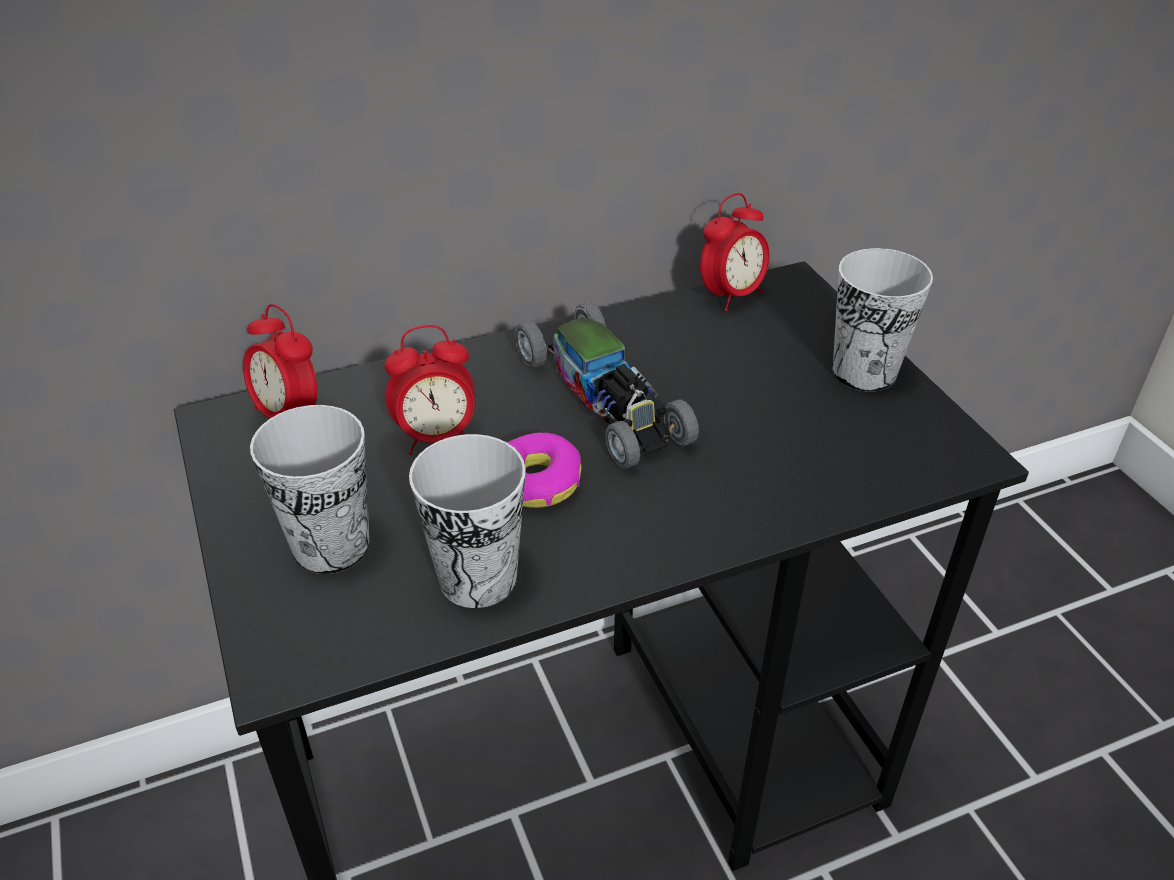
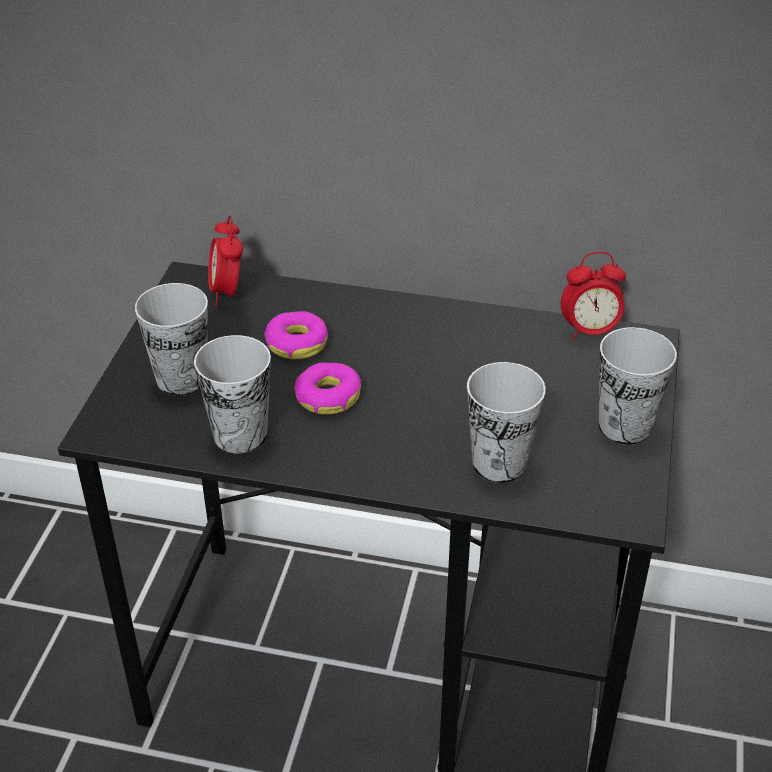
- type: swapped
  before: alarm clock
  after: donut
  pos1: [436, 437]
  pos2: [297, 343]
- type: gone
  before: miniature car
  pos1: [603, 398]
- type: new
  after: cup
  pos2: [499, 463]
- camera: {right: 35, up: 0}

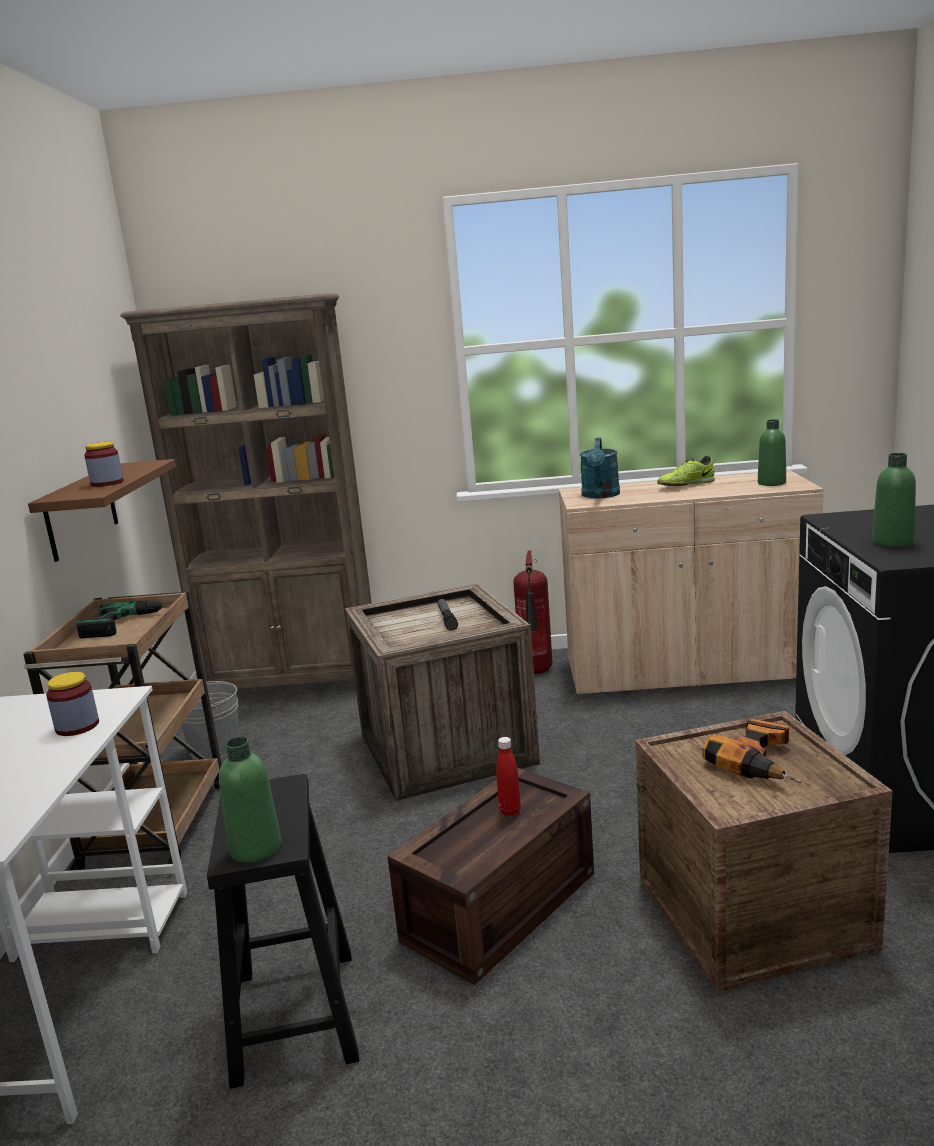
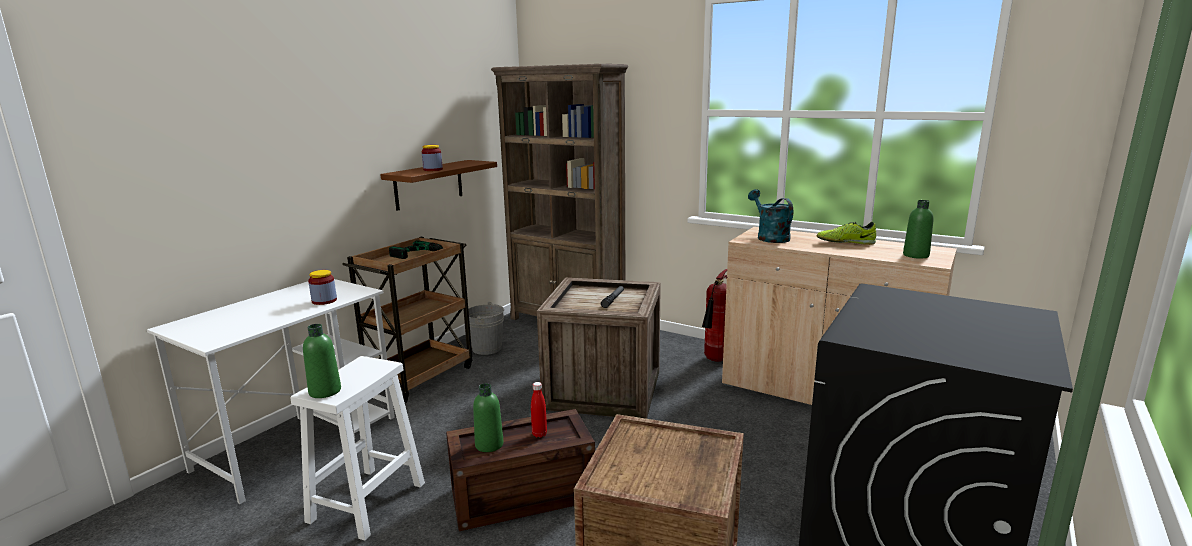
- type: repainted
  before: sitting stool/blackish
  after: sitting stool/white-coloured
  pos1: [296, 1017]
  pos2: [366, 503]
- type: rotated
  before: watering pot/turquoise-coloured
  pos1: [600, 495]
  pos2: [769, 237]
  turn: 120
- type: gone
  before: power drill
  pos1: [761, 762]
- type: shifted
  before: bottle/green
  pos1: [892, 542]
  pos2: [489, 445]
- camera: {right: 30, up: 0}

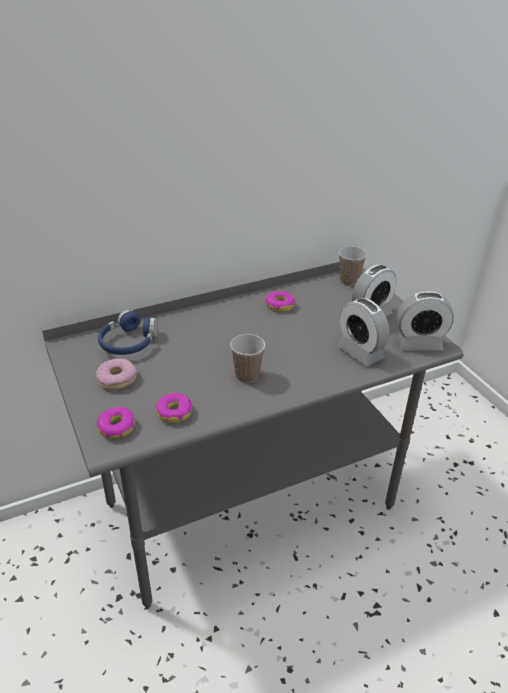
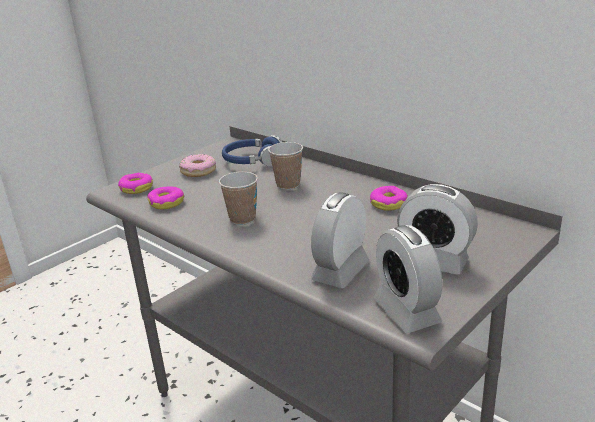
- type: shifted
  before: cup
  pos1: [349, 281]
  pos2: [288, 185]
- camera: {right: 70, up: -10}

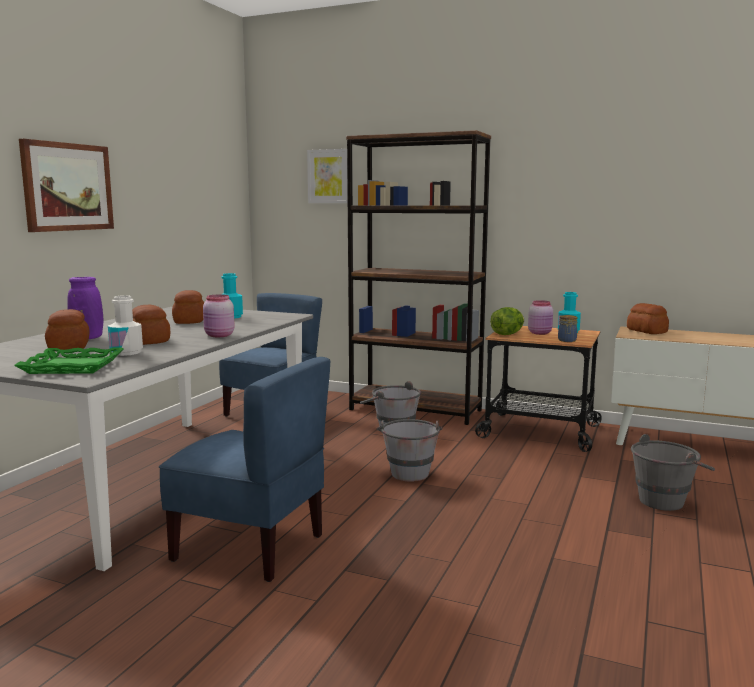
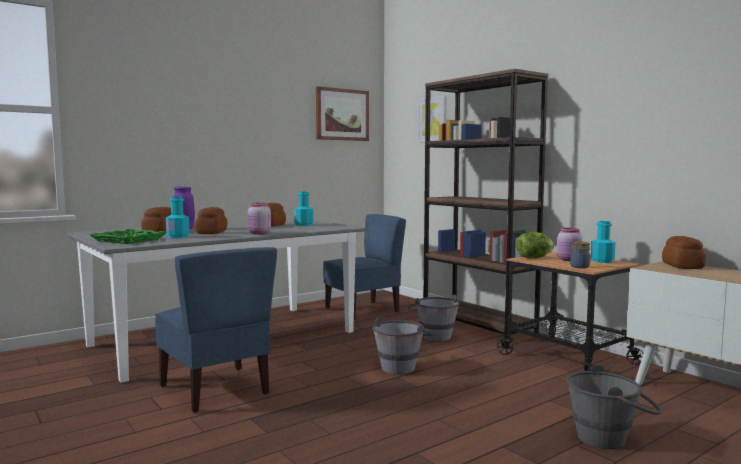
- type: shifted
  before: wall art
  pos1: [67, 187]
  pos2: [342, 114]
- type: repainted
  before: bottle/white-coloured
  after: bottle/turquoise-coloured
  pos1: [126, 352]
  pos2: [178, 237]
- camera: {right: 30, up: -5}

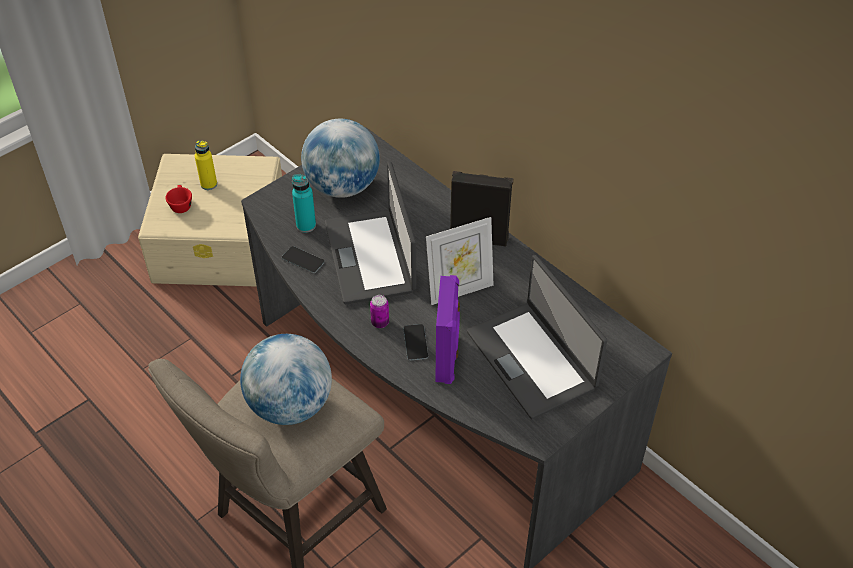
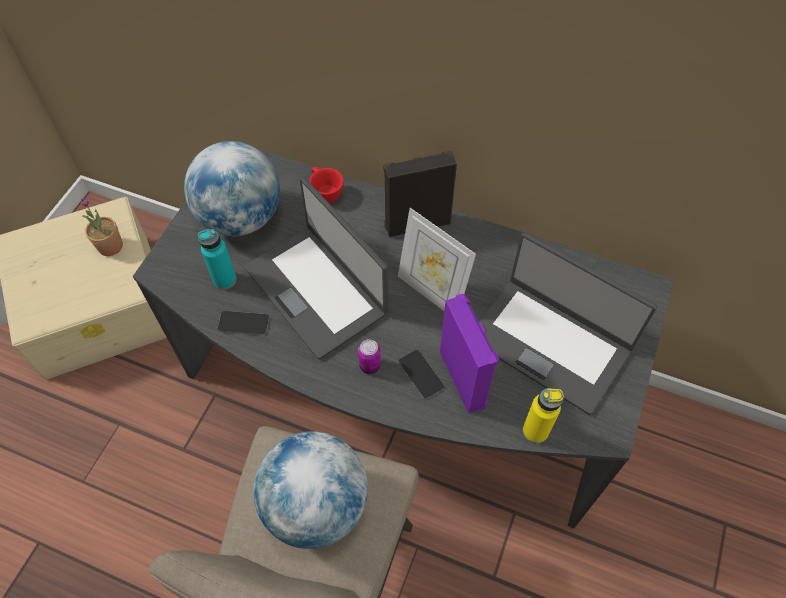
- type: shifted
  before: cup/reddish
  pos1: [180, 205]
  pos2: [325, 191]
- type: shifted
  before: bottle/yellow
  pos1: [209, 184]
  pos2: [535, 431]
- type: rotated
  before: standing frame
  pos1: [459, 290]
  pos2: [431, 292]
  turn: 90
- type: new
  after: houseplant
  pos2: [110, 246]
- camera: {right: -25, up: 10}

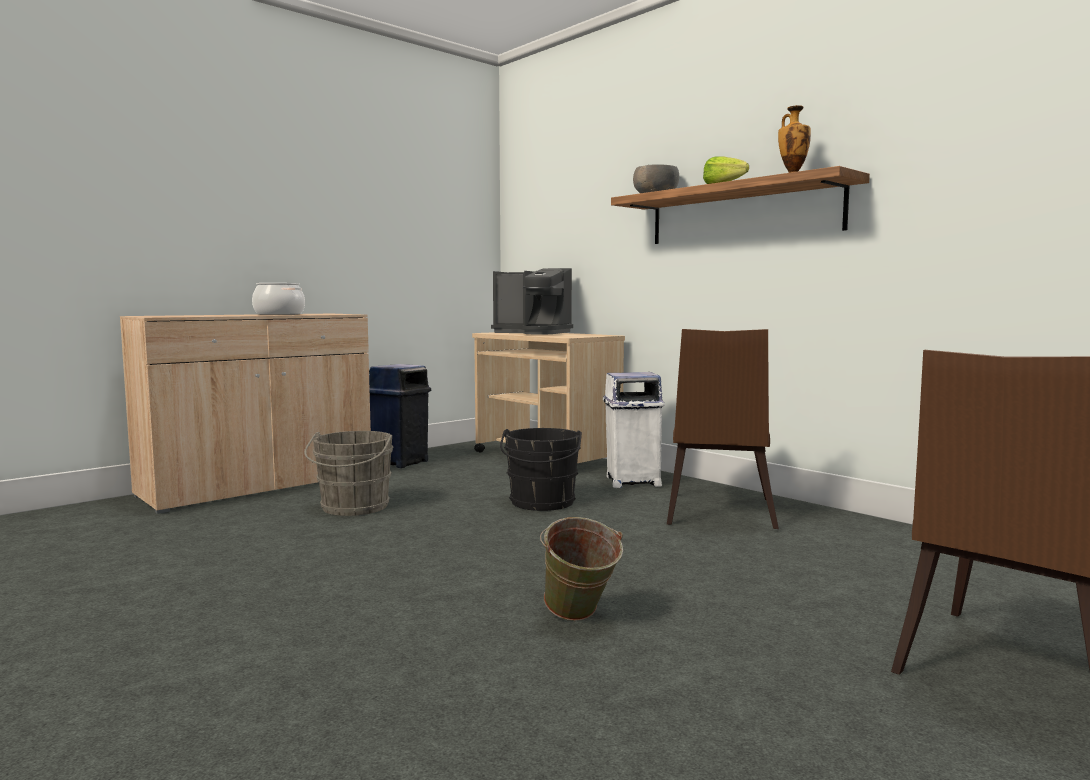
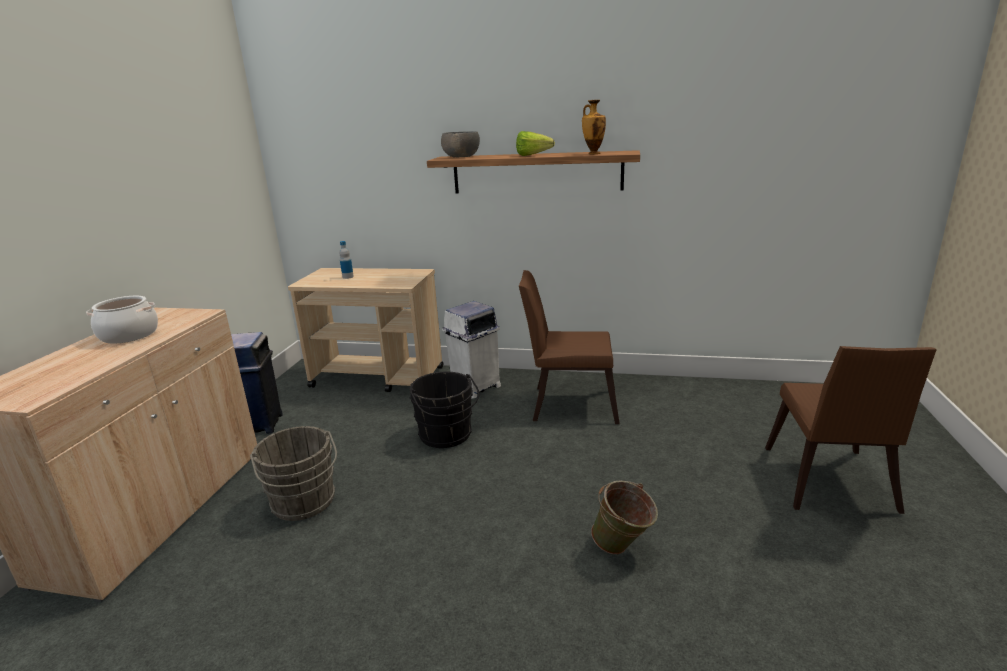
- type: swapped
  before: coffee brewer
  after: bottle
  pos1: [533, 333]
  pos2: [348, 277]
- type: rotated
  before: upright chair/brown-coloured
  pos1: [718, 514]
  pos2: [568, 404]
  turn: 120
- camera: {right: -35, up: 15}

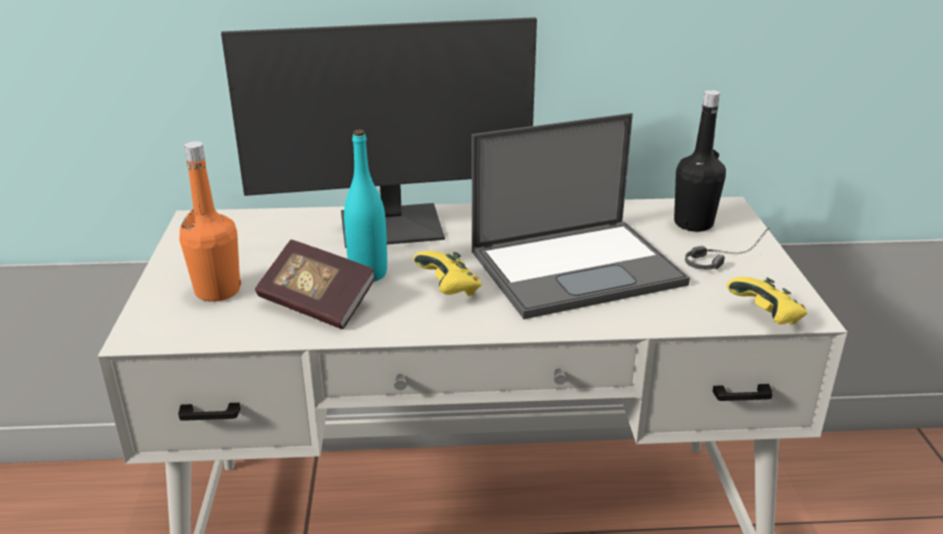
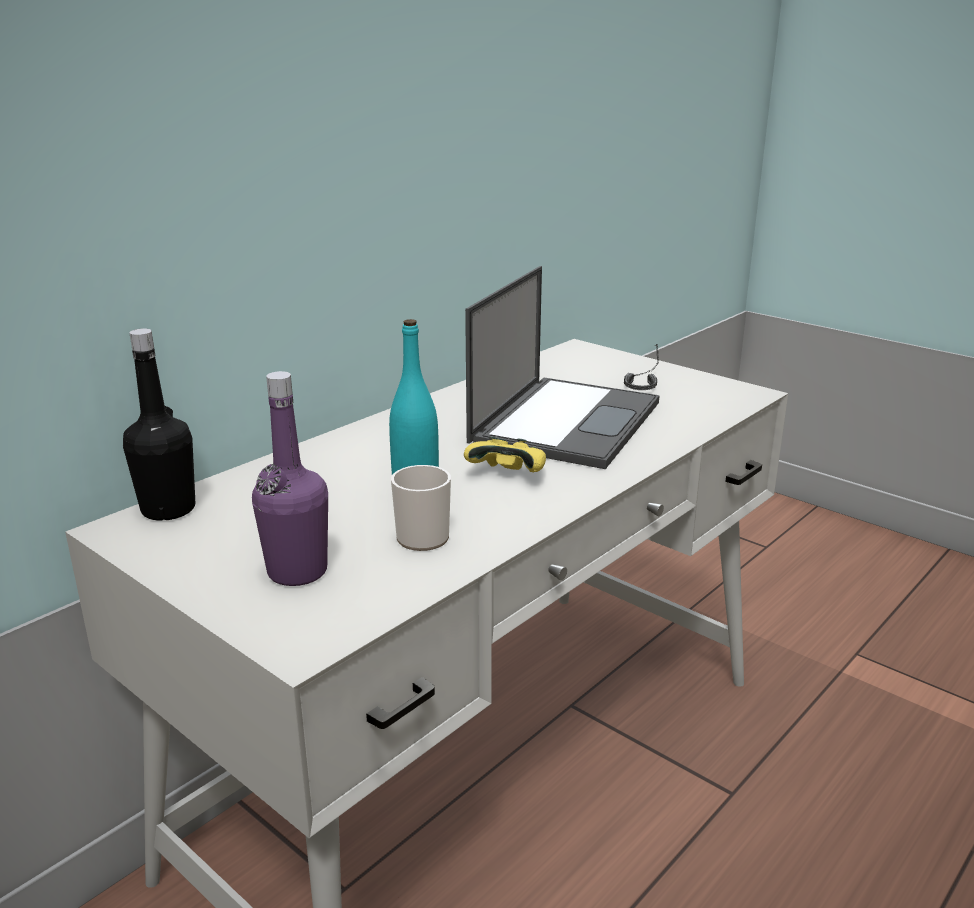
- type: repainted
  before: bottle/orangey
  after: bottle/purple
  pos1: [217, 291]
  pos2: [297, 572]
- type: gone
  before: monitor
  pos1: [392, 227]
- type: swapped
  before: bound book
  after: mug
  pos1: [317, 303]
  pos2: [422, 534]
- type: shifted
  before: bottle/blackish
  pos1: [693, 224]
  pos2: [168, 509]
- type: gone
  before: game controller/yellow
  pos1: [766, 317]
- camera: {right: -45, up: -5}

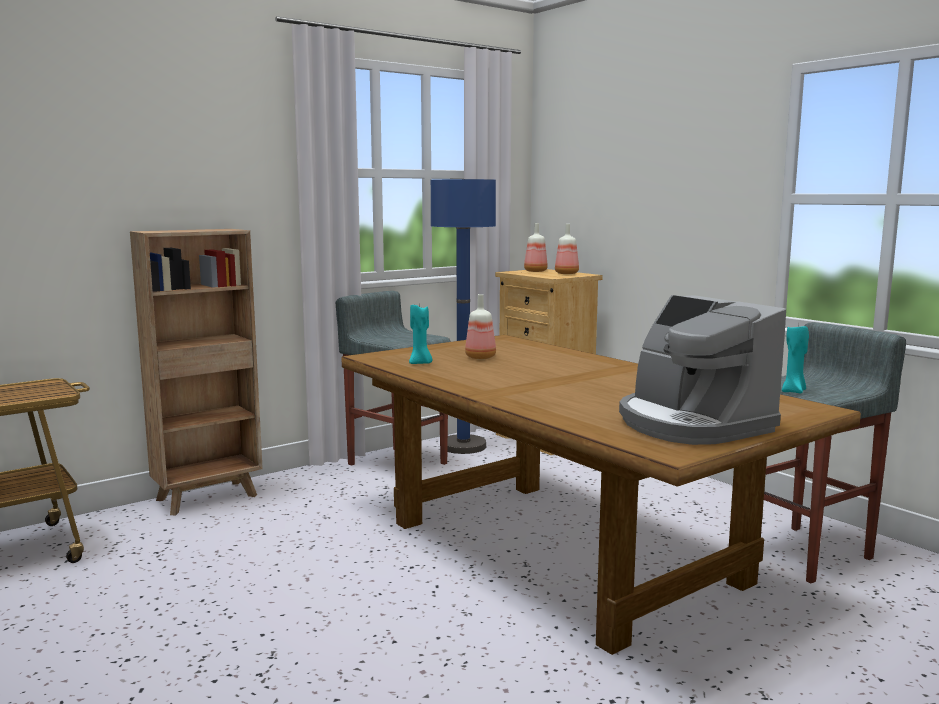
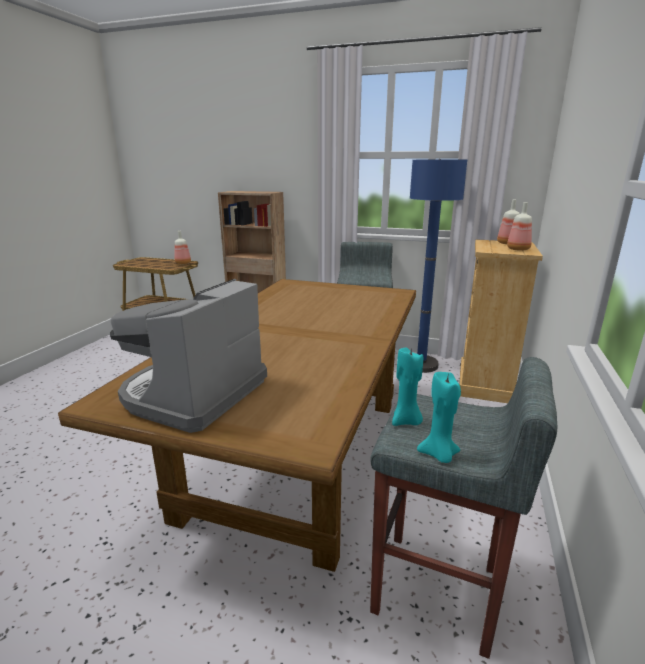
- type: shifted
  before: wax light/turquoise-coloured
  pos1: [420, 363]
  pos2: [439, 455]
- type: shifted
  before: bottle
  pos1: [480, 357]
  pos2: [183, 263]
- camera: {right: 55, up: 10}

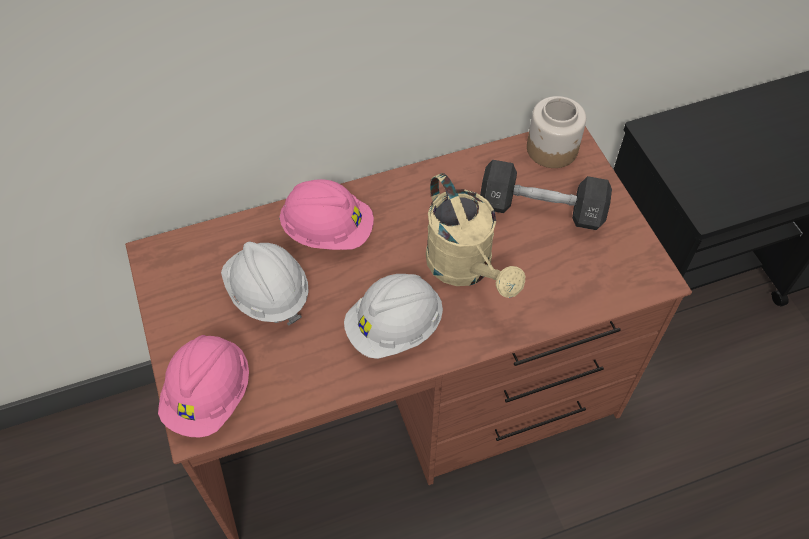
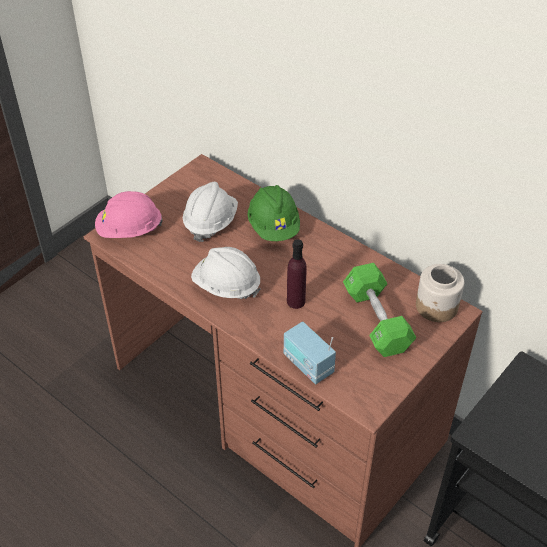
- type: repainted
  before: safety helmet/pinkish
  after: safety helmet/green
  pos1: [328, 231]
  pos2: [274, 227]
- type: swapped
  before: watering pot/sand-coloured
  after: bottle/purple
  pos1: [466, 269]
  pos2: [296, 301]
- type: repainted
  before: hand weight/blackish
  after: hand weight/green
  pos1: [541, 209]
  pos2: [377, 320]
- type: new
  after: radio receiver
  pos2: [307, 365]
- camera: {right: 60, up: -10}

